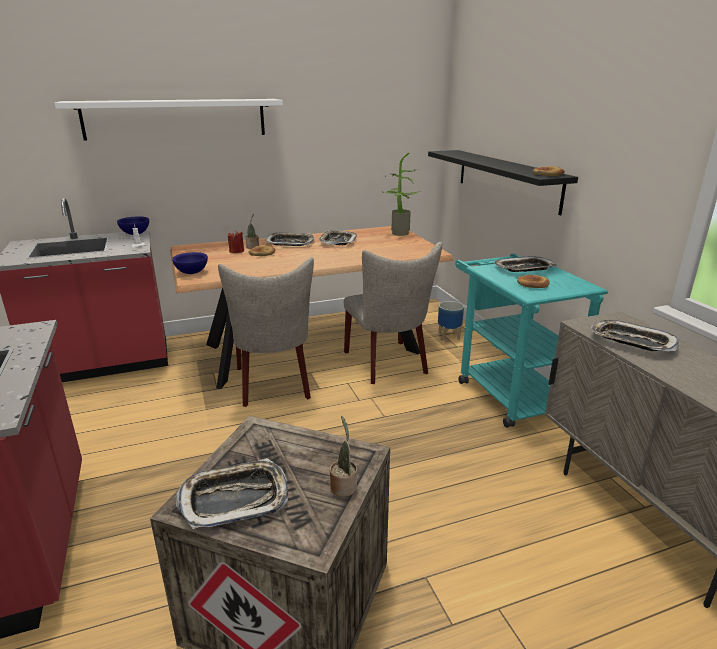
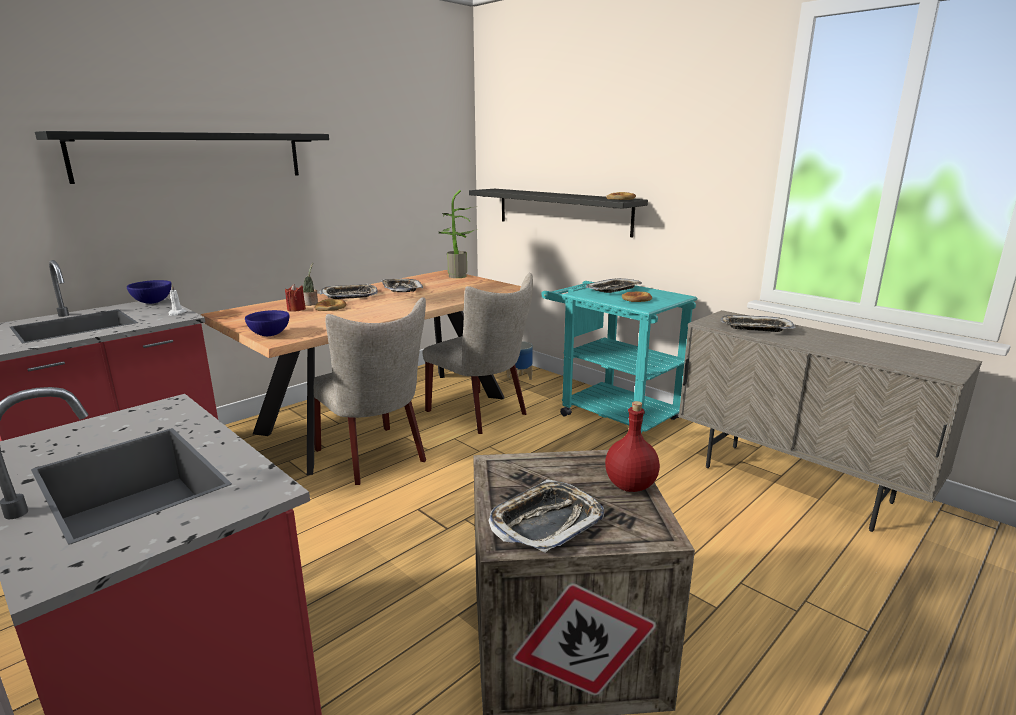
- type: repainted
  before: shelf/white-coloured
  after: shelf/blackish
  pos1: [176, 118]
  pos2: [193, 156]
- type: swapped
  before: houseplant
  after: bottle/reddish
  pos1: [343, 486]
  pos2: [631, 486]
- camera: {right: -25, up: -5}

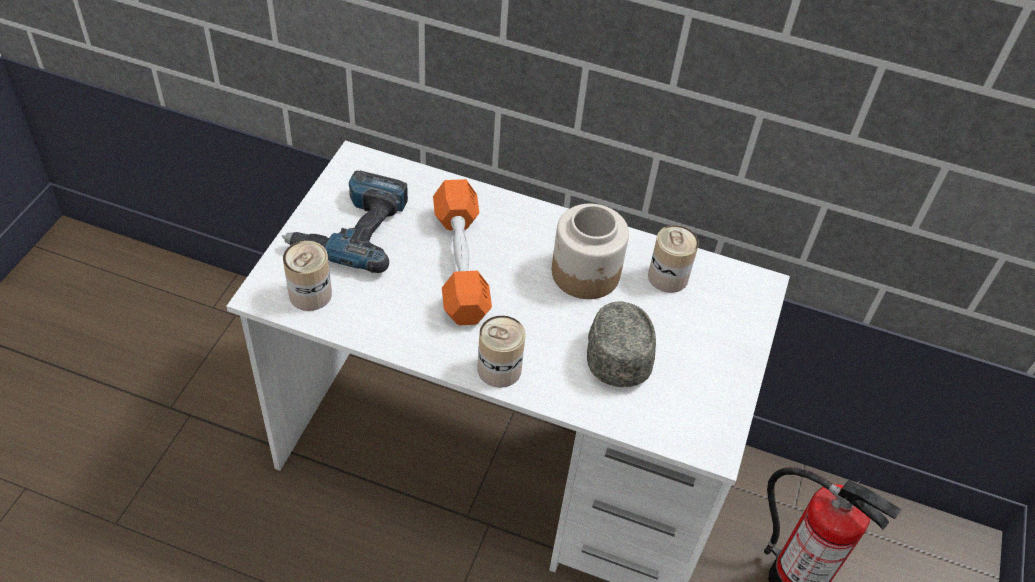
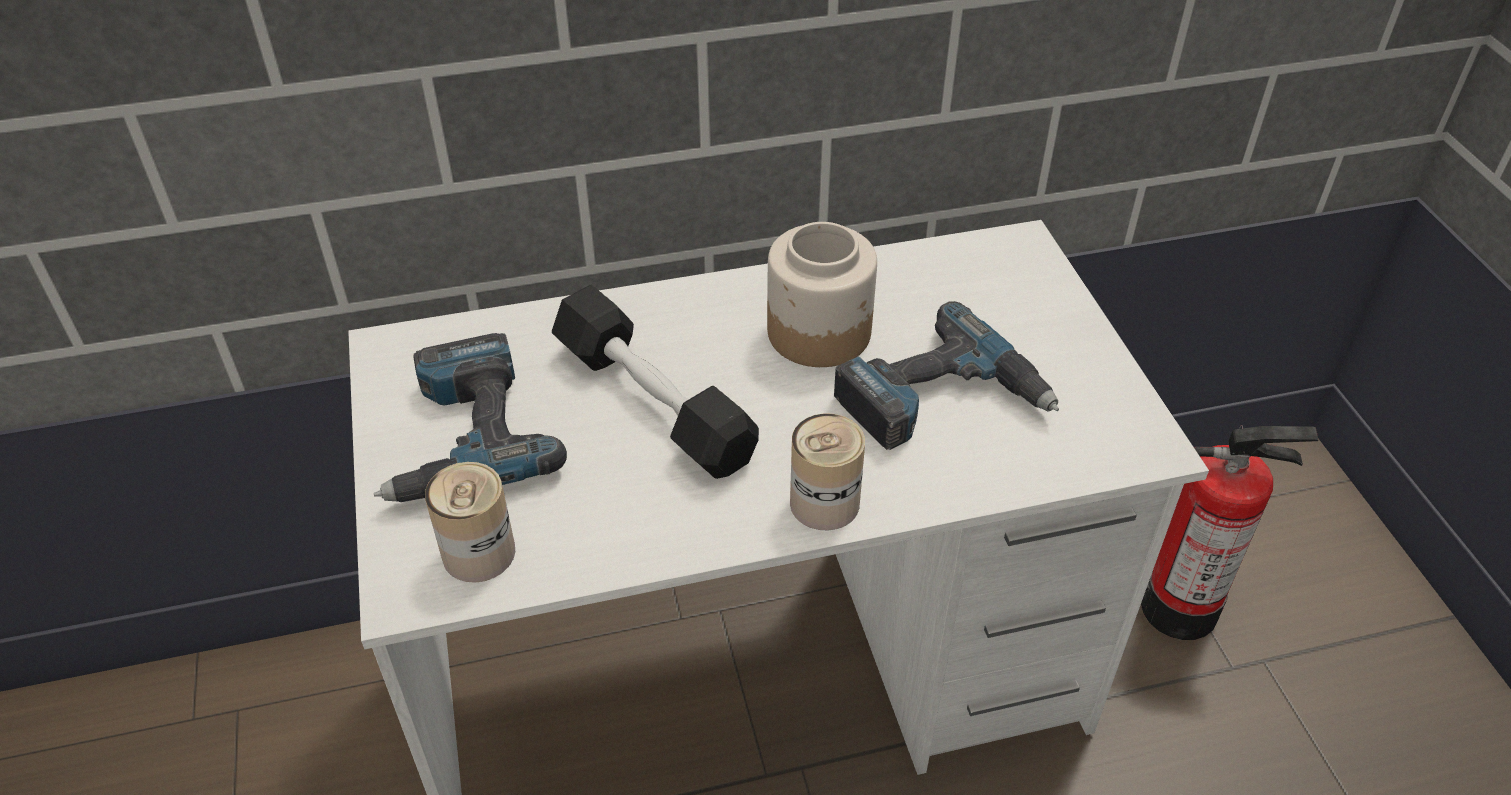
- type: repainted
  before: hand weight/orangey
  after: hand weight/blackish
  pos1: [460, 264]
  pos2: [653, 403]
- type: swapped
  before: cap/grey
  after: power drill
  pos1: [617, 350]
  pos2: [941, 400]
- type: gone
  before: metal can
  pos1: [668, 277]
- camera: {right: -30, up: -5}

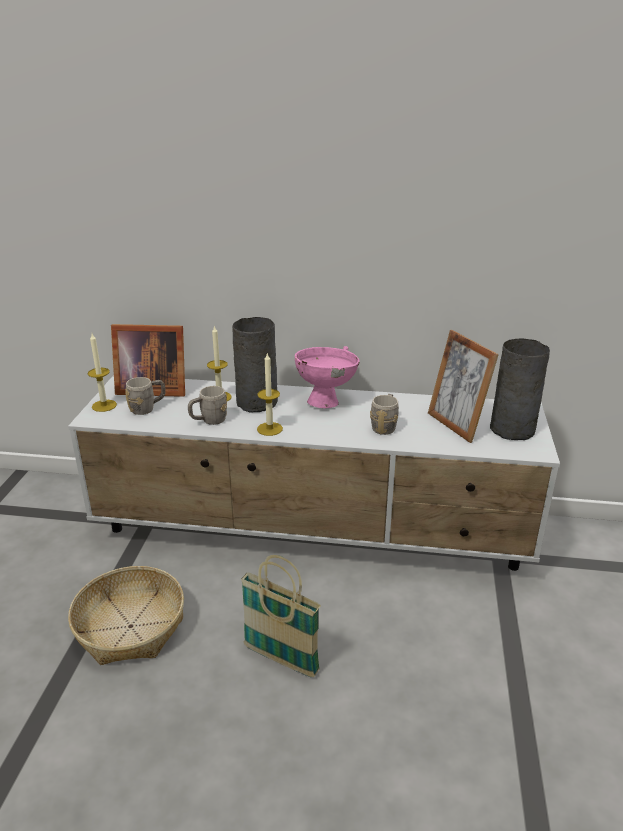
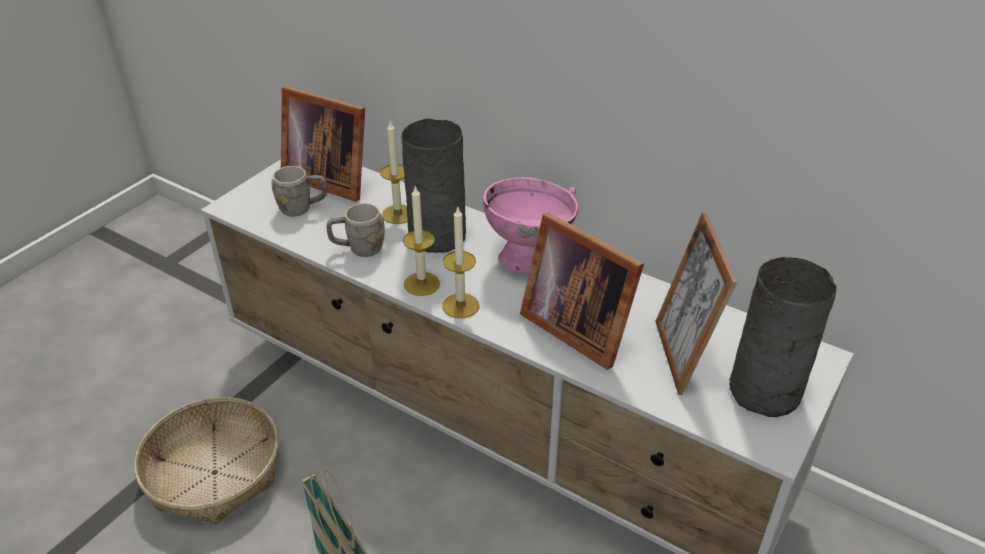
- type: shifted
  before: wax light
  pos1: [104, 405]
  pos2: [460, 305]
- type: swapped
  before: mug/grey
  after: standing frame
  pos1: [385, 426]
  pos2: [576, 326]
- camera: {right: 25, up: 10}

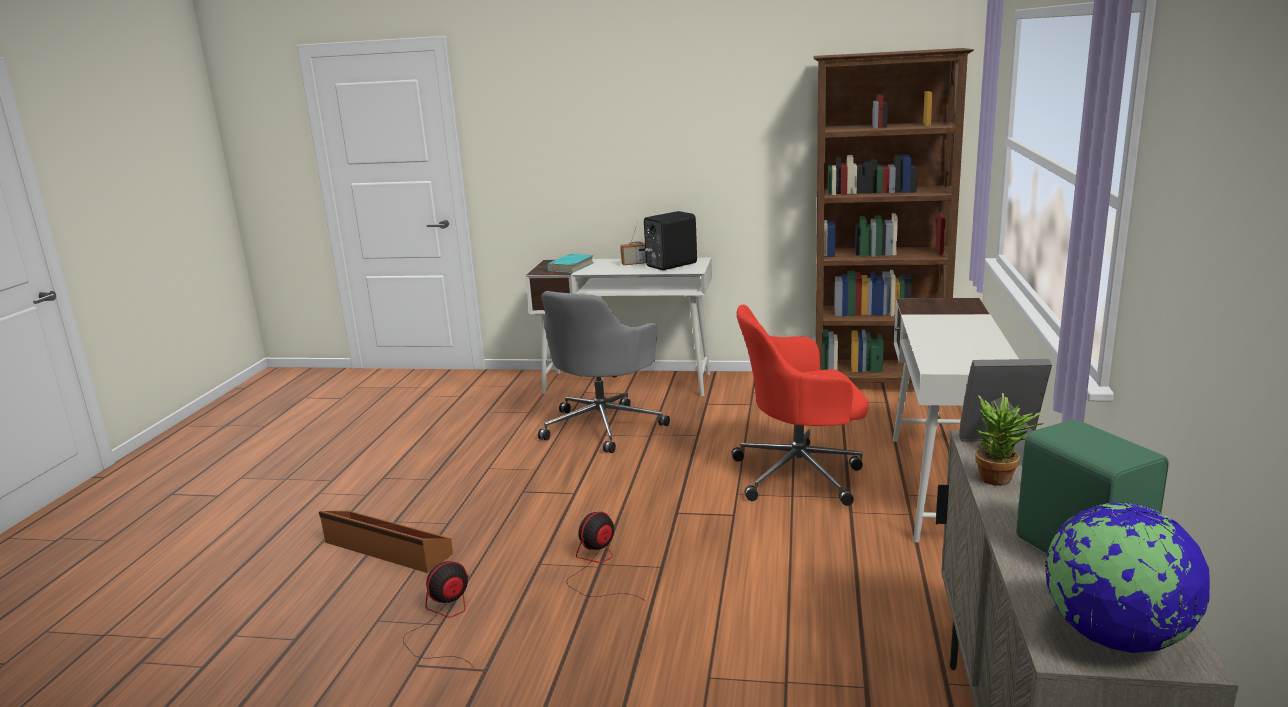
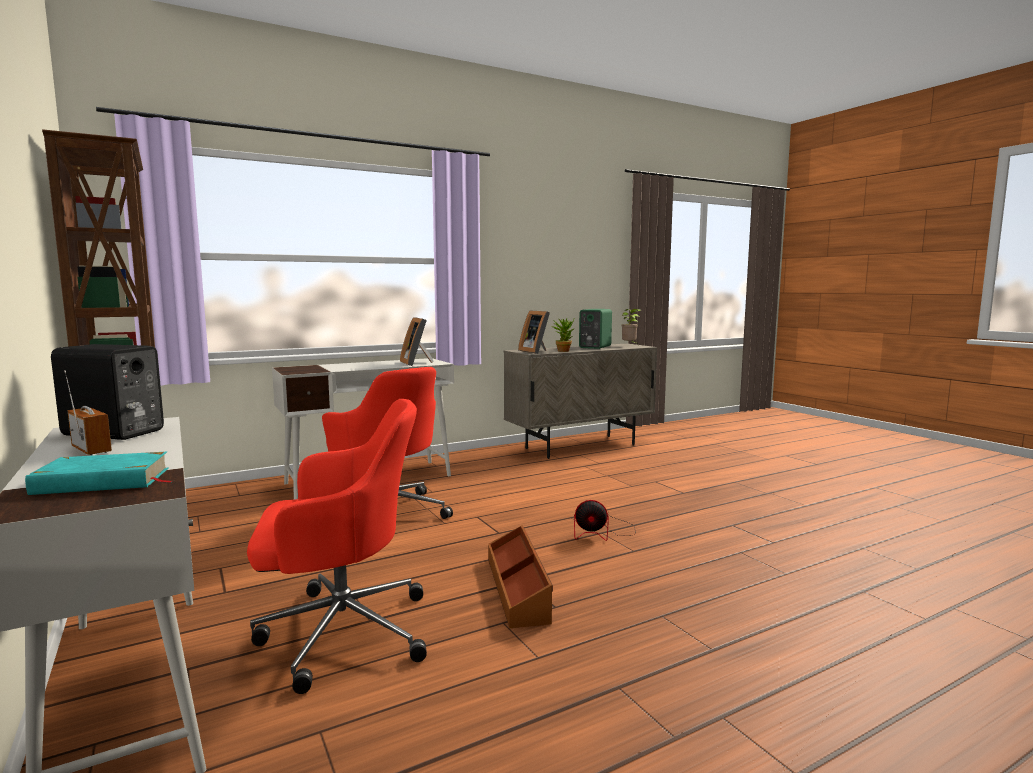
- type: shifted
  before: storage box/brown-coloured
  pos1: [386, 549]
  pos2: [518, 588]
- type: gone
  before: cooling fan
  pos1: [444, 621]
- type: repainted
  before: desk chair/grey
  after: desk chair/reddish
  pos1: [604, 426]
  pos2: [340, 632]
- type: swapped
  before: globe
  after: houseplant
  pos1: [1115, 638]
  pos2: [630, 345]
- type: new
  after: standing frame
  pos2: [417, 363]
- camera: {right: -130, up: -10}

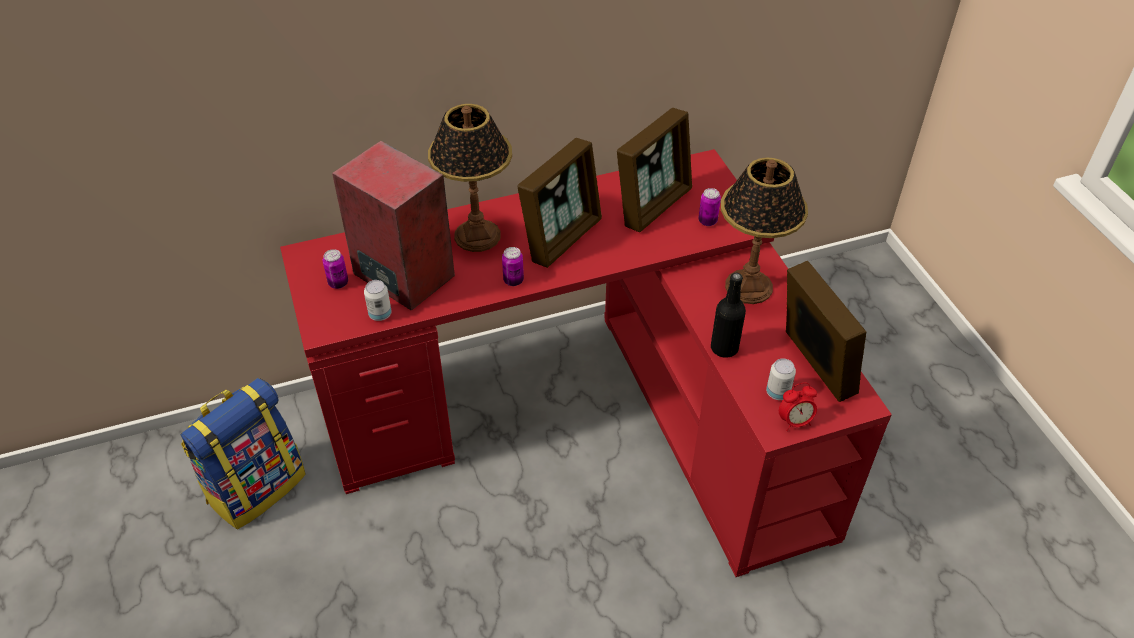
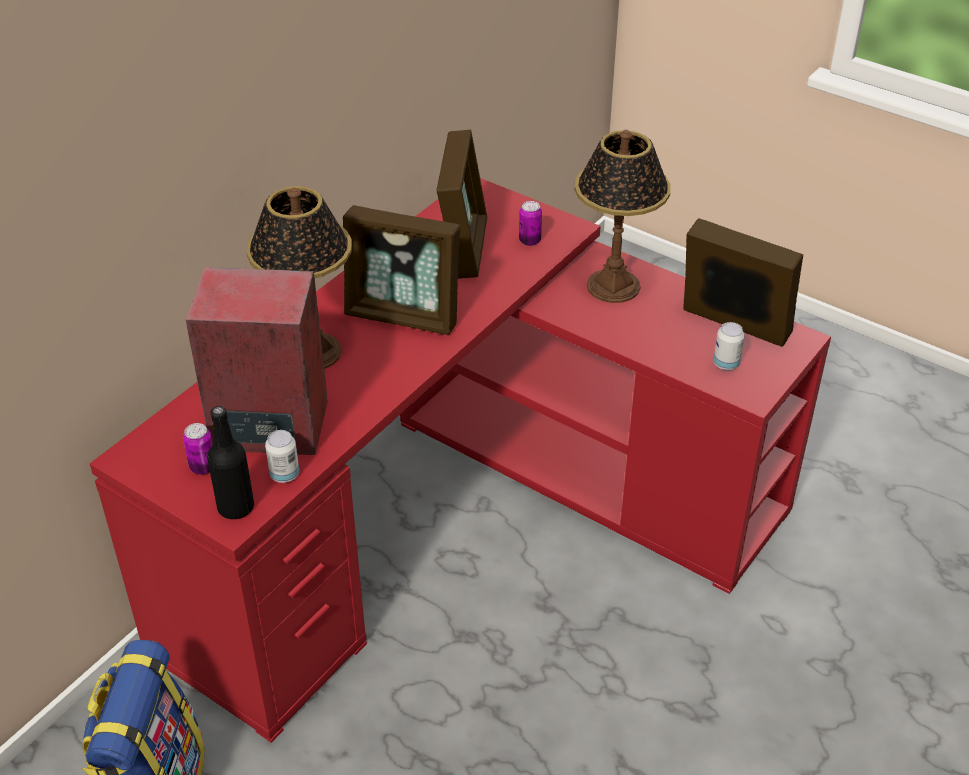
- type: gone
  before: metal can
  pos1: [513, 280]
- type: rotated
  before: standing frame
  pos1: [562, 238]
  pos2: [403, 315]
  turn: 105
- type: shifted
  before: bottle/blackish
  pos1: [724, 348]
  pos2: [236, 507]
- type: gone
  before: alarm clock
  pos1: [795, 422]
- camera: {right: -35, up: -5}

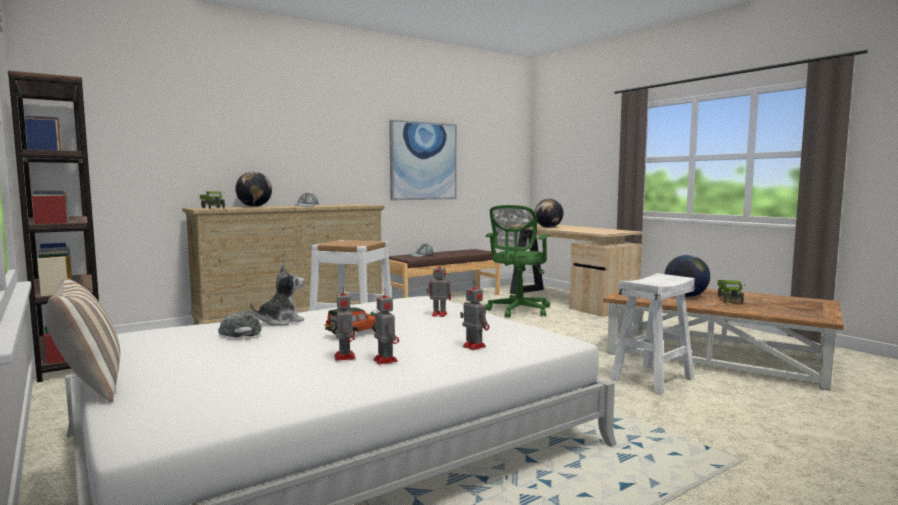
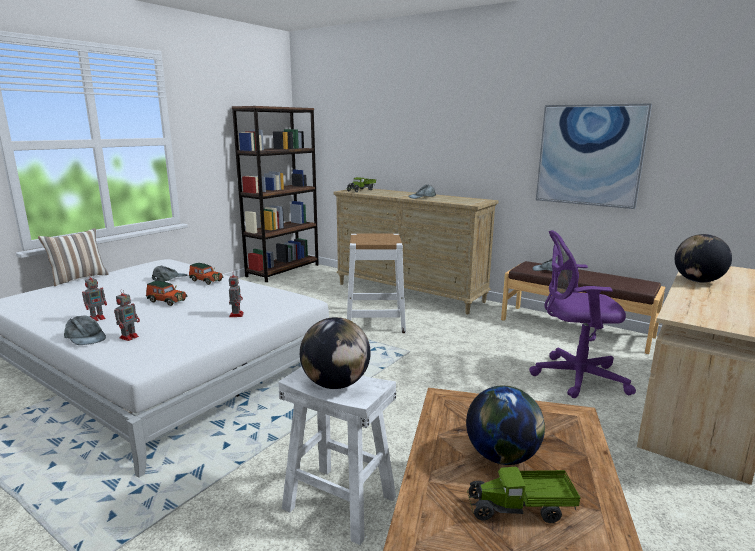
- type: shifted
  before: globe
  pos1: [254, 206]
  pos2: [336, 384]
- type: swapped
  before: plush toy
  after: miniature car
  pos1: [280, 321]
  pos2: [205, 280]
- type: gone
  before: robot figure
  pos1: [344, 357]
- type: repainted
  before: desk chair/green
  after: desk chair/purple
  pos1: [517, 311]
  pos2: [574, 377]
- type: new
  after: cap/grey
  pos2: [85, 337]
- camera: {right: 70, up: 10}

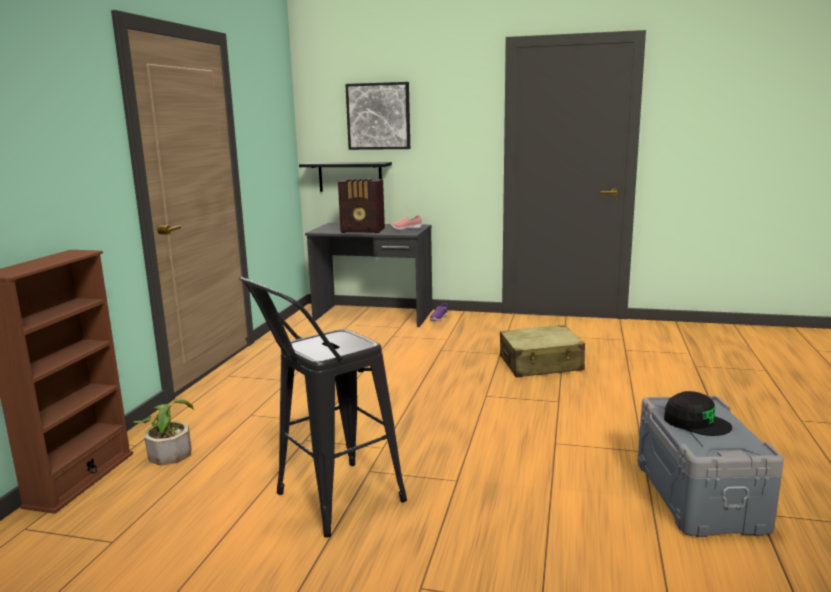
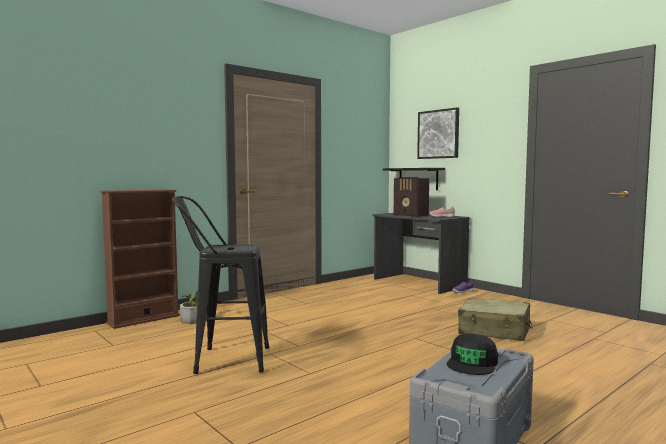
- type: rotated
  before: cap/blackish
  pos1: [696, 422]
  pos2: [472, 363]
  turn: 45
- camera: {right: 35, up: -10}

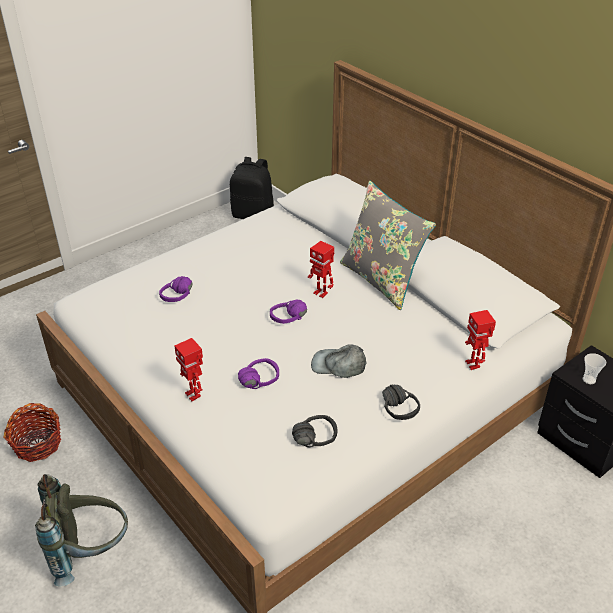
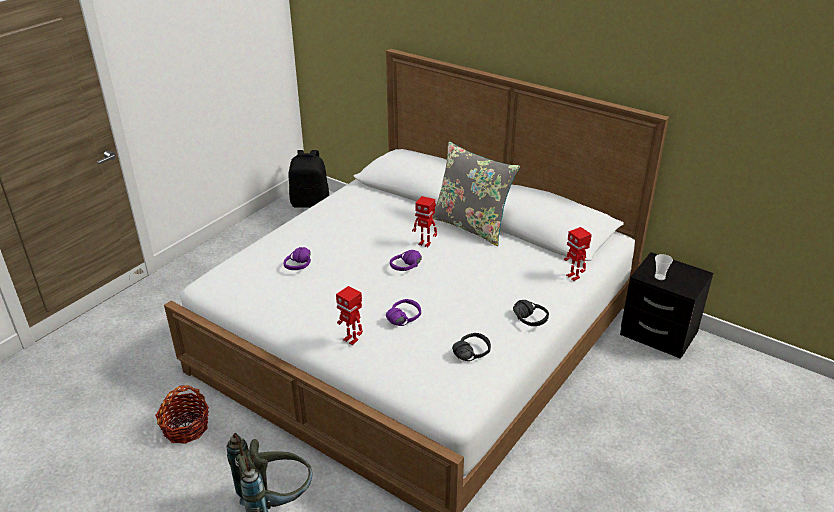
- type: gone
  before: cap/grey
  pos1: [339, 365]
- camera: {right: -15, up: -5}

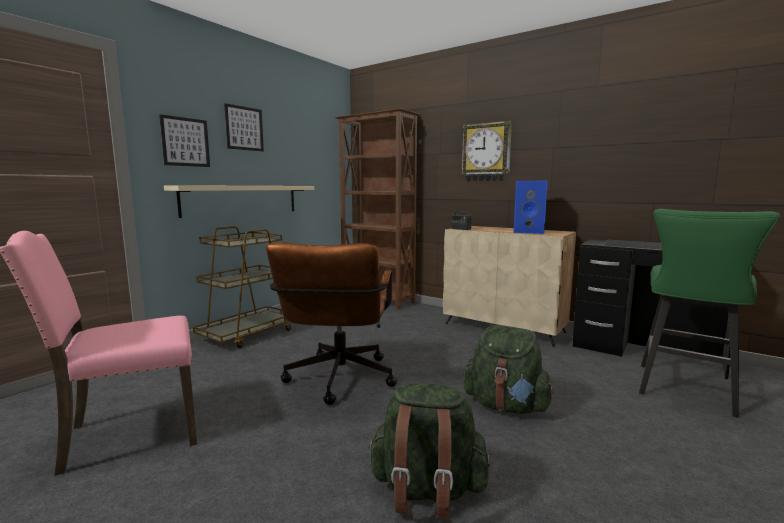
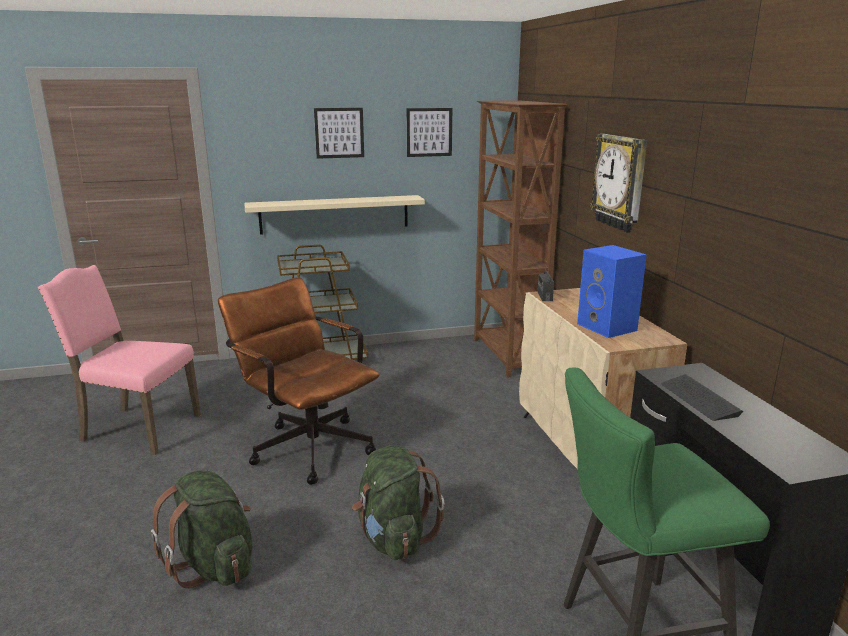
- type: shifted
  before: wall art
  pos1: [185, 142]
  pos2: [429, 132]
- type: rotated
  before: desk chair/brown-coloured
  pos1: [338, 382]
  pos2: [306, 444]
  turn: 90
- camera: {right: 40, up: 10}

